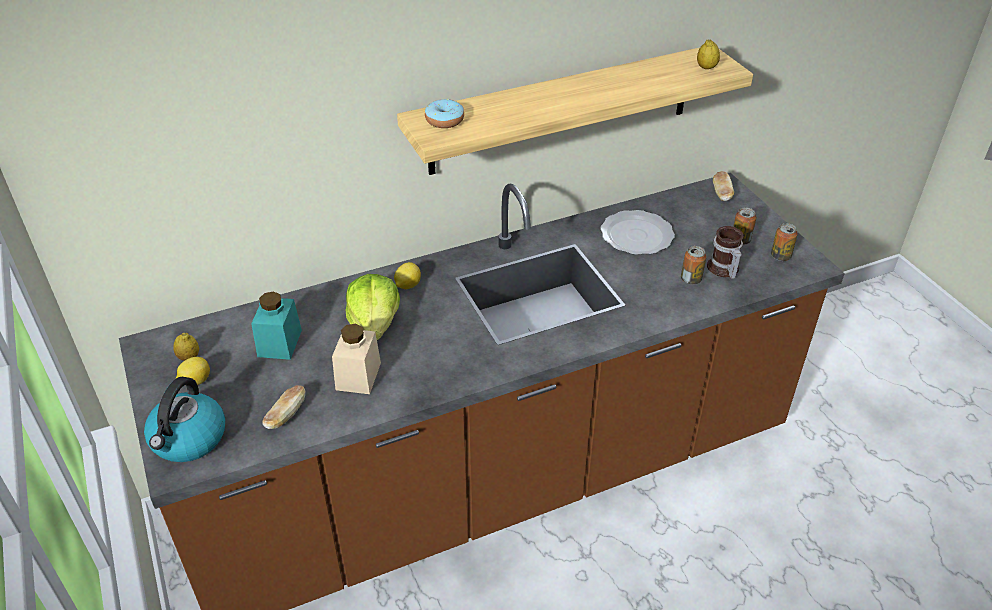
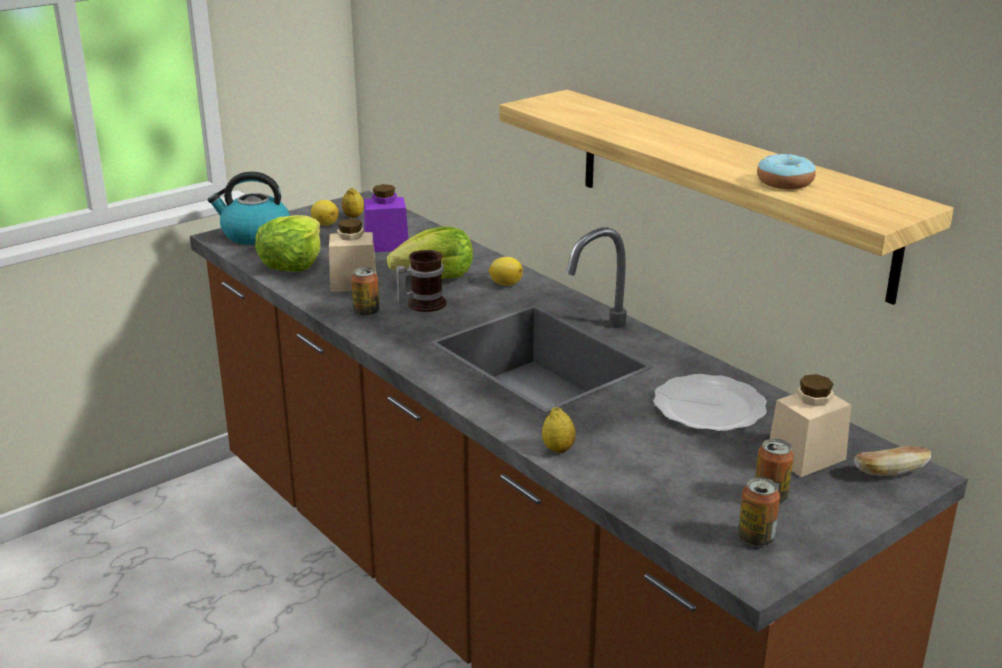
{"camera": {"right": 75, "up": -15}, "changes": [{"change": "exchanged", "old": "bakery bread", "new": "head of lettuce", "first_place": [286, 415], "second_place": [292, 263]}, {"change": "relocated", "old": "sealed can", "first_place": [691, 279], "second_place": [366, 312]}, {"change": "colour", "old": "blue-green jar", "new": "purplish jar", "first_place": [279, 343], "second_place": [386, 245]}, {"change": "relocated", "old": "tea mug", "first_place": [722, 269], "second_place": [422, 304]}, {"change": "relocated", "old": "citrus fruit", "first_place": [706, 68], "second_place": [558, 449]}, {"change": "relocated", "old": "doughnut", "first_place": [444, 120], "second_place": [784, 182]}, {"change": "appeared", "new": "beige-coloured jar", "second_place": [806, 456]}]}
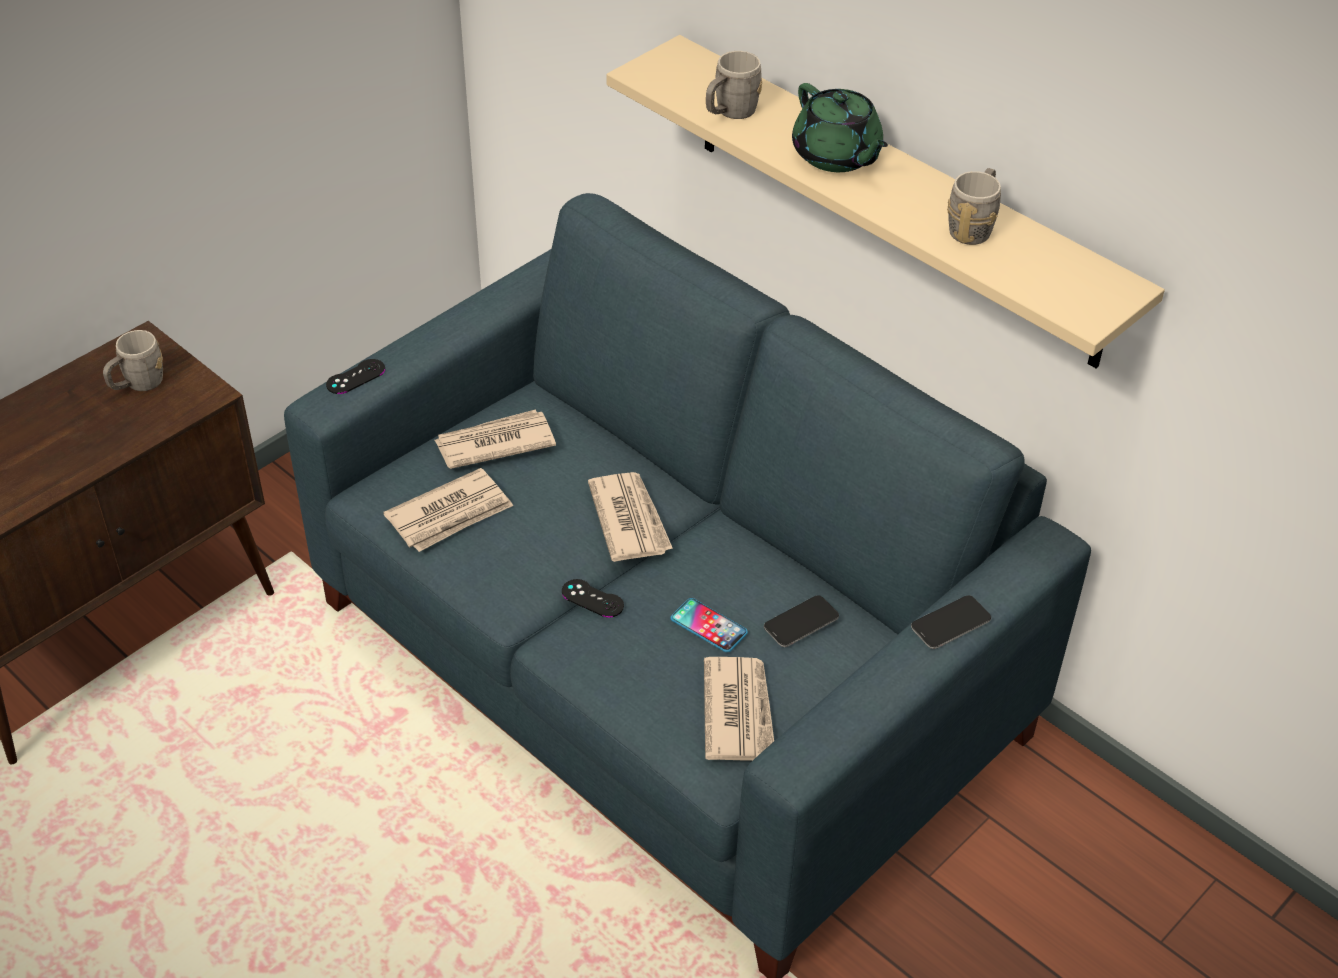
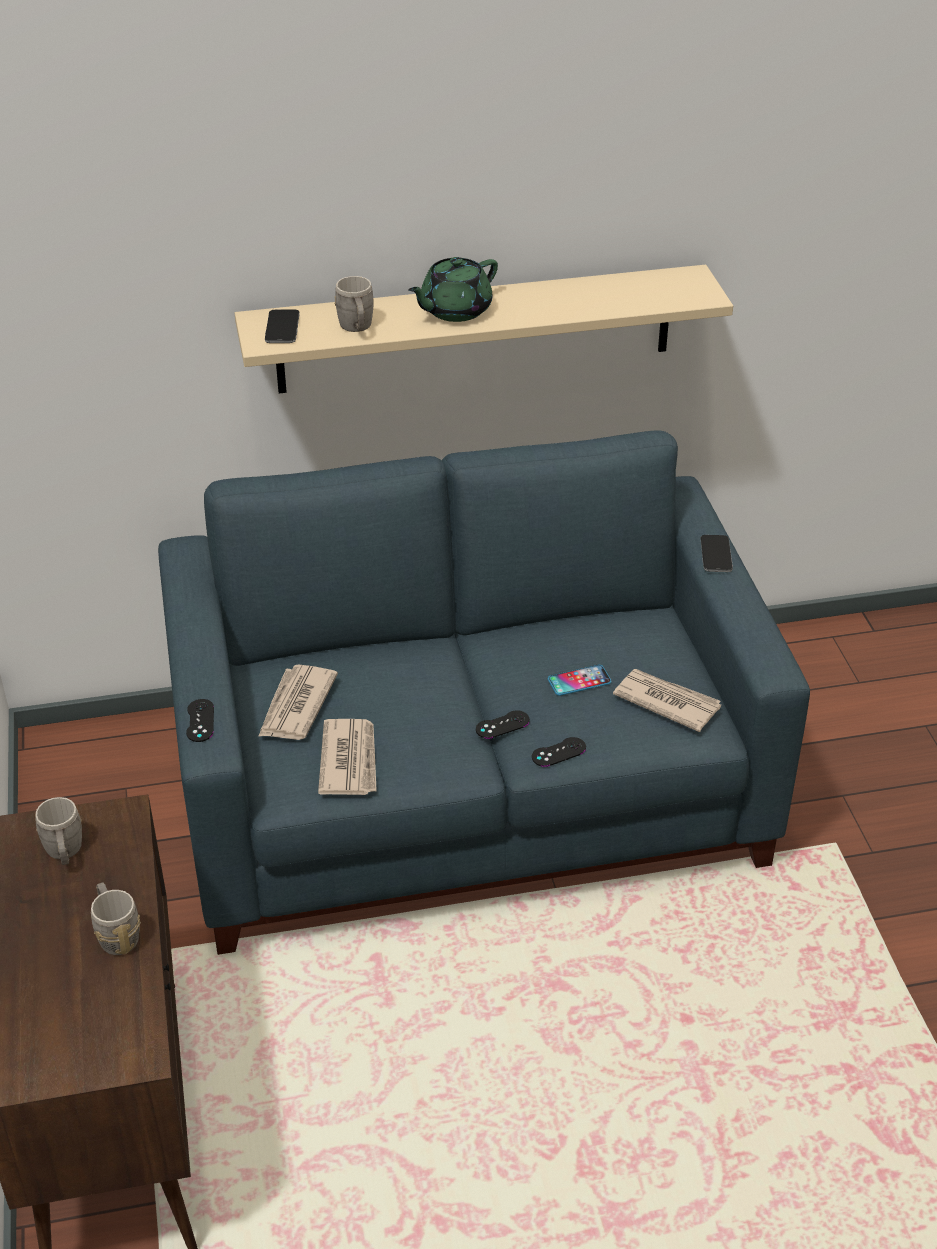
{"camera": {"right": -55, "up": -5}, "changes": [{"change": "relocated", "old": "grey tea mug", "first_place": [973, 227], "second_place": [116, 934]}, {"change": "relocated", "old": "phone", "first_place": [801, 622], "second_place": [282, 328]}, {"change": "spun", "old": "green-coloured tea pot", "first_place": [837, 156], "second_place": [454, 310], "degrees": 135}, {"change": "appeared", "new": "black joypad", "second_place": [558, 752]}, {"change": "missing", "old": "daily paper", "first_place": [629, 519]}]}
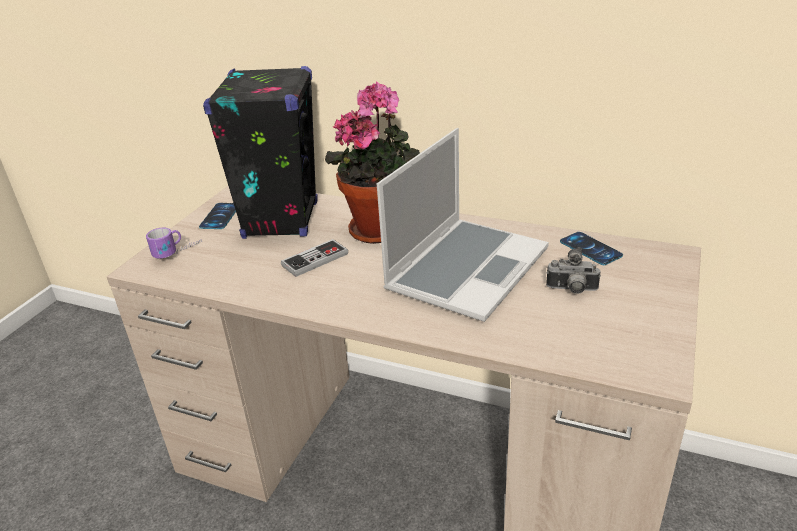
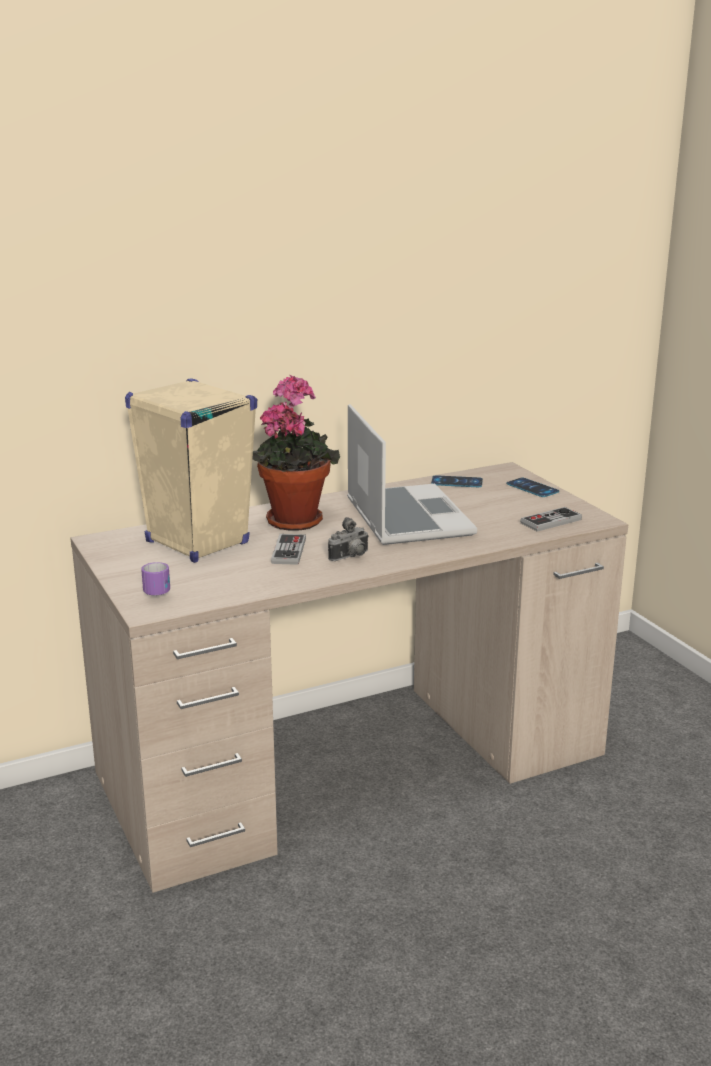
{"camera": {"right": -50, "up": -10}, "changes": [{"change": "colour", "old": "black loudspeaker", "new": "beige-coloured loudspeaker", "first_place": [281, 220], "second_place": [196, 542]}, {"change": "relocated", "old": "photo camera", "first_place": [572, 290], "second_place": [351, 557]}, {"change": "relocated", "old": "phone", "first_place": [220, 216], "second_place": [532, 488]}, {"change": "appeared", "new": "joypad", "second_place": [551, 521]}]}
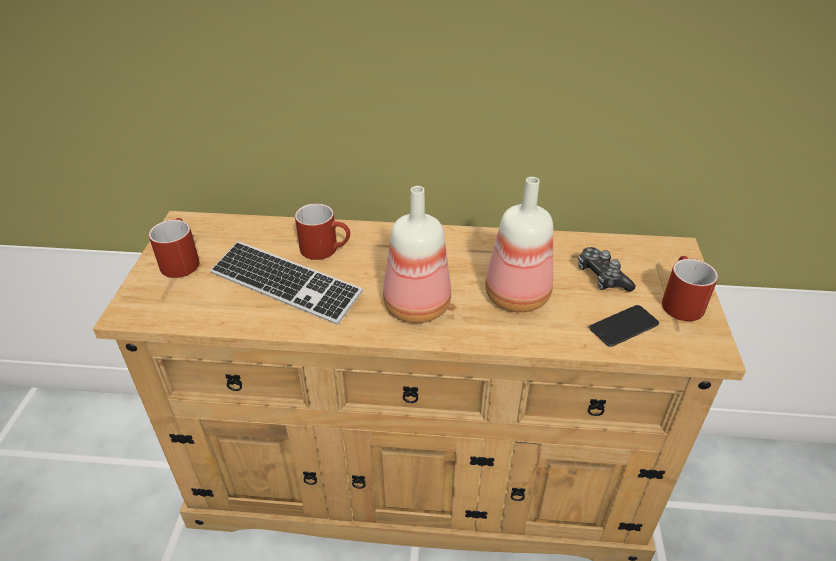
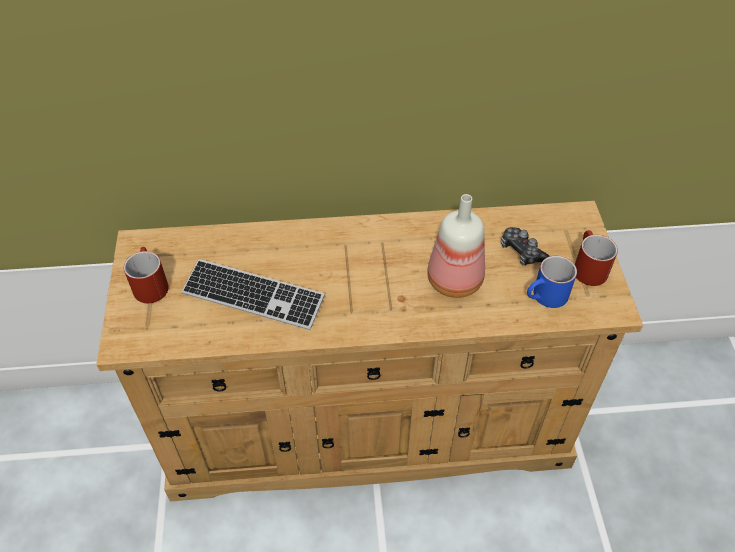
{"camera": {"right": -10, "up": 10}, "changes": [{"change": "exchanged", "old": "phone", "new": "blue-coloured tea mug", "first_place": [624, 326], "second_place": [545, 298]}, {"change": "missing", "old": "red-coloured tea mug", "first_place": [326, 249]}, {"change": "missing", "old": "drink bottle", "first_place": [417, 308]}]}
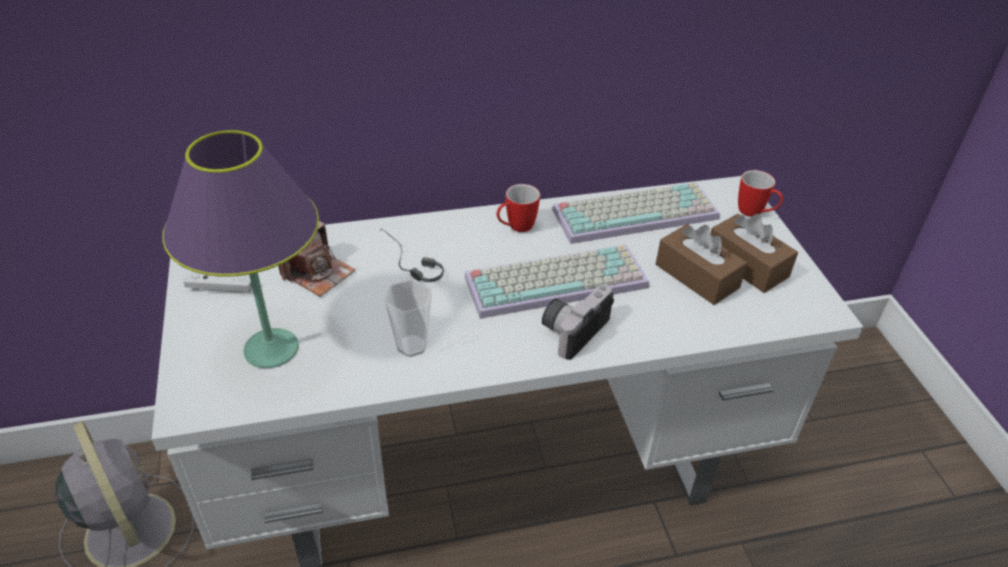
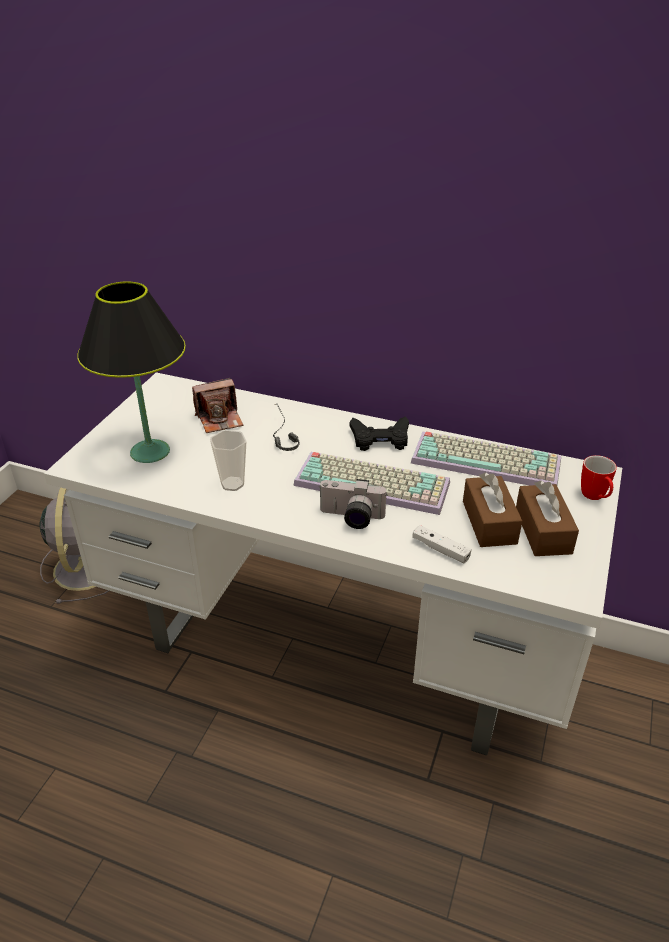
{"camera": {"right": 35, "up": -5}, "changes": [{"change": "colour", "old": "purplish tabletop lamp", "new": "black tabletop lamp", "first_place": [270, 348], "second_place": [149, 451]}, {"change": "spun", "old": "photo camera", "first_place": [573, 329], "second_place": [351, 518], "degrees": -150}, {"change": "exchanged", "old": "tea mug", "new": "black joypad", "first_place": [515, 228], "second_place": [380, 438]}, {"change": "relocated", "old": "white-coloured joypad", "first_place": [220, 288], "second_place": [440, 549]}]}
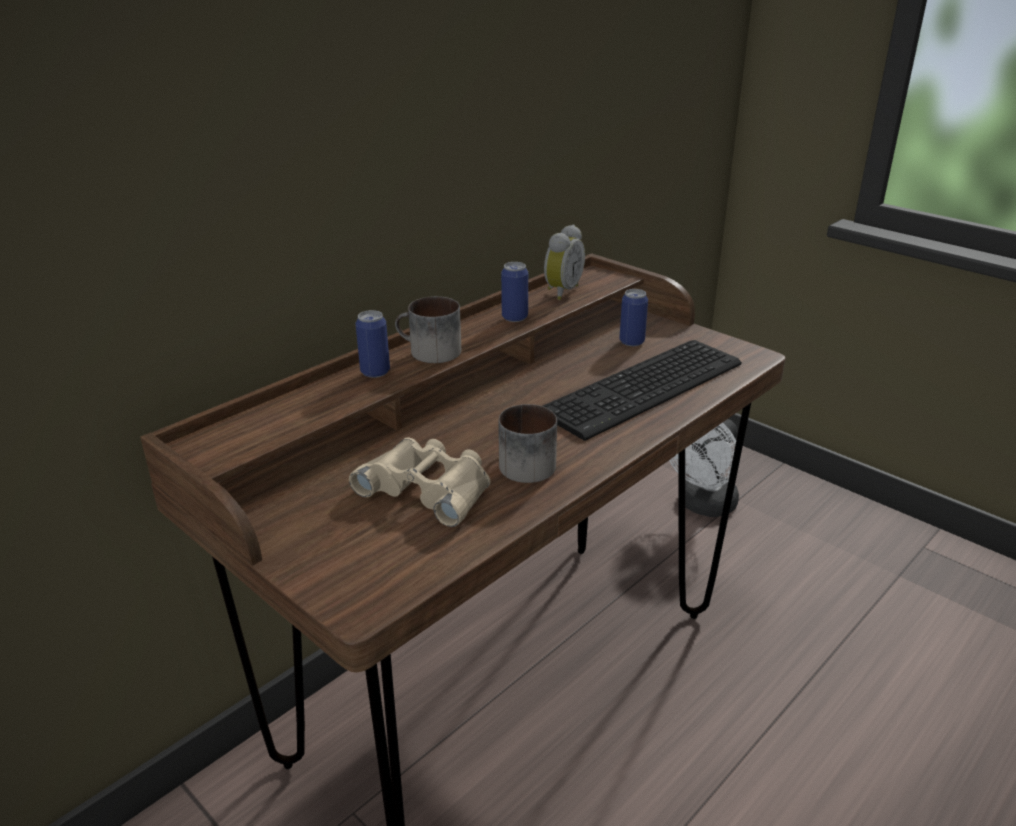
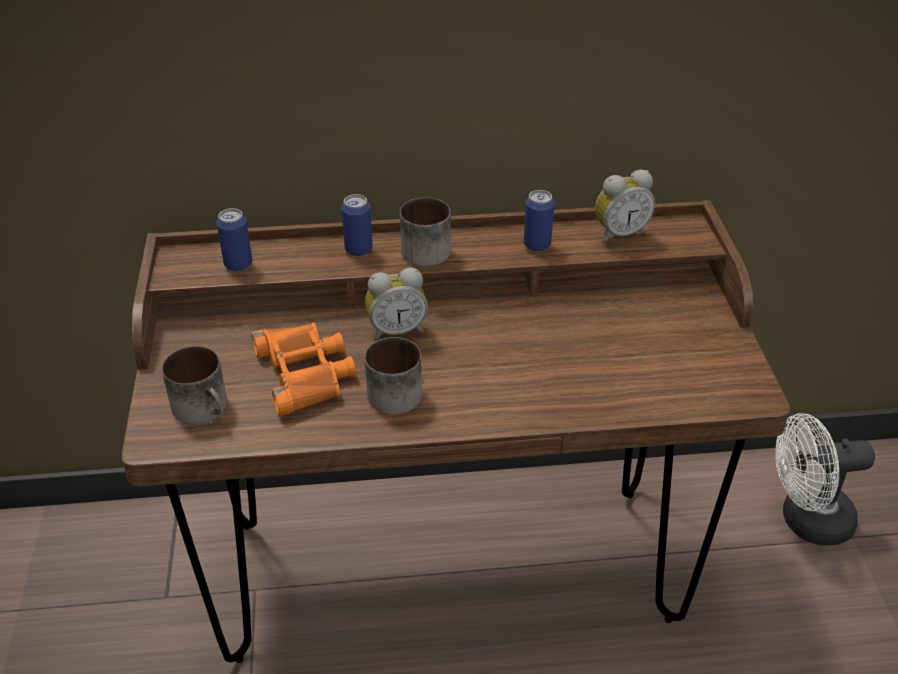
{"camera": {"right": 40, "up": 10}, "changes": [{"change": "appeared", "new": "tea mug", "second_place": [206, 408]}, {"change": "relocated", "old": "sealed can", "first_place": [631, 342], "second_place": [238, 264]}, {"change": "colour", "old": "beige-coloured field glasses", "new": "orange-coloured field glasses", "first_place": [428, 488], "second_place": [305, 373]}, {"change": "appeared", "new": "bedside clock", "second_place": [396, 331]}, {"change": "missing", "old": "keyboard", "first_place": [647, 388]}]}
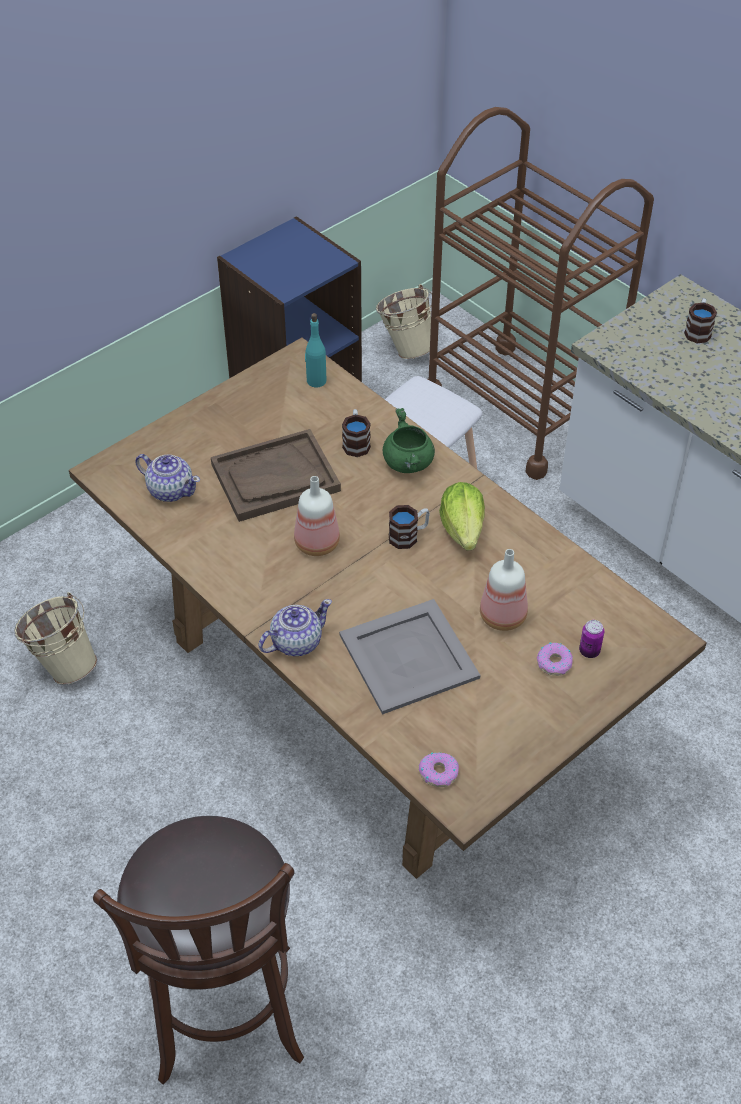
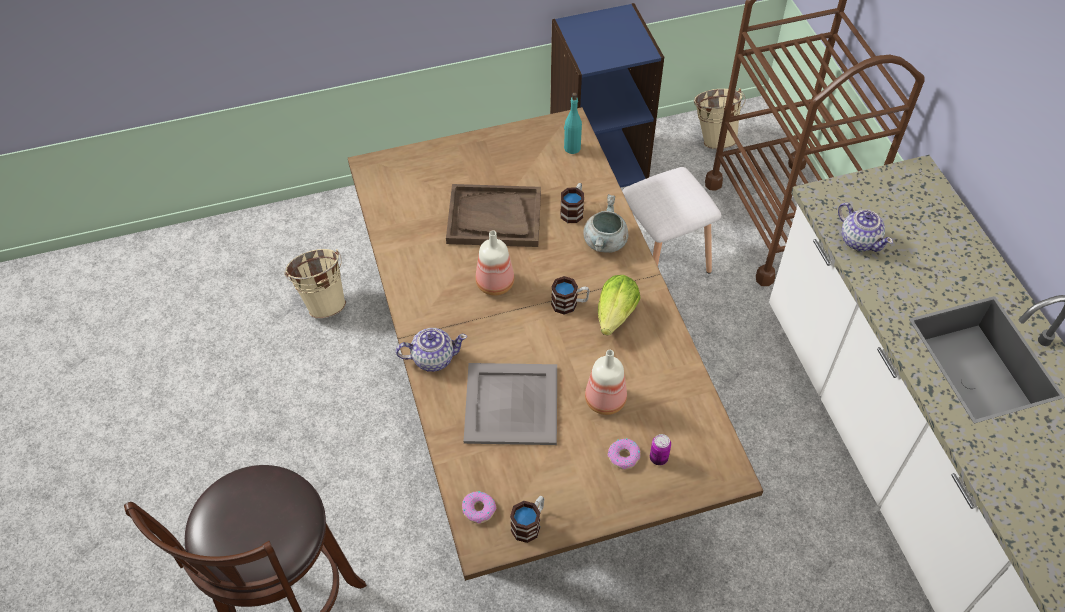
{"camera": {"right": 25, "up": 5}, "changes": [{"change": "relocated", "old": "tea mug", "first_place": [698, 330], "second_place": [529, 523]}, {"change": "colour", "old": "green-coloured stockpot", "new": "grey stockpot", "first_place": [409, 463], "second_place": [605, 243]}, {"change": "relocated", "old": "tea pot", "first_place": [170, 490], "second_place": [859, 240]}]}
